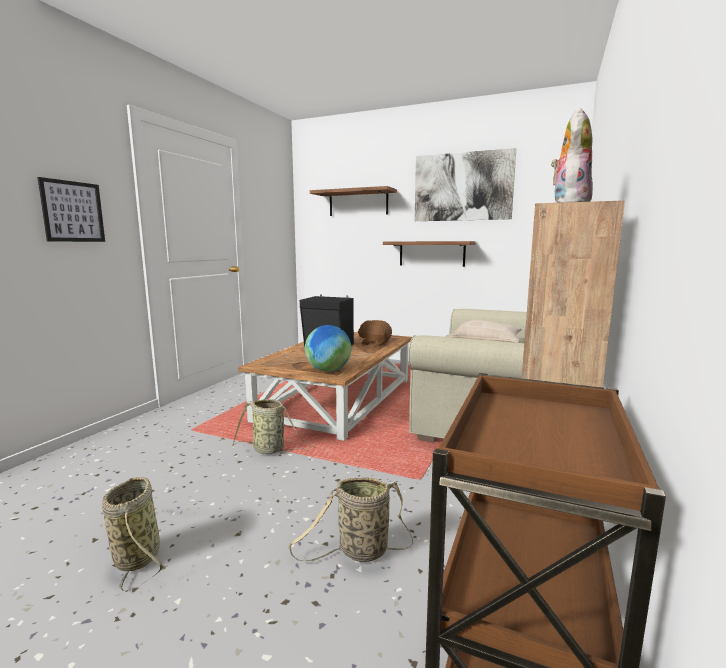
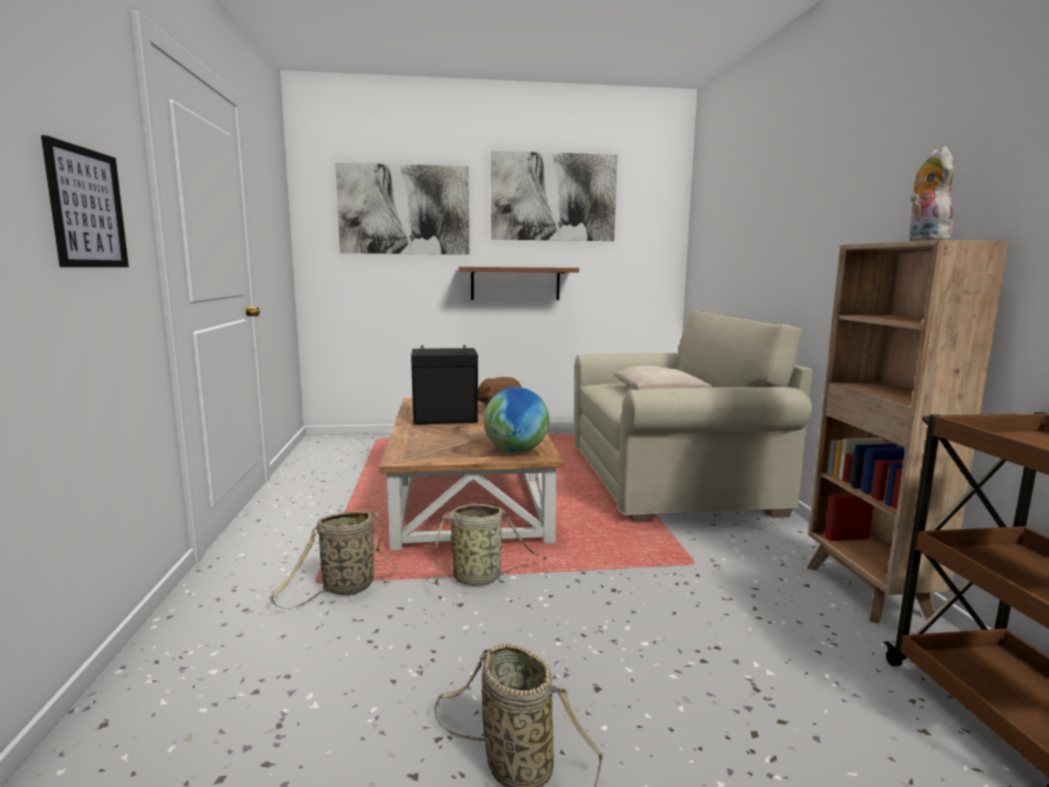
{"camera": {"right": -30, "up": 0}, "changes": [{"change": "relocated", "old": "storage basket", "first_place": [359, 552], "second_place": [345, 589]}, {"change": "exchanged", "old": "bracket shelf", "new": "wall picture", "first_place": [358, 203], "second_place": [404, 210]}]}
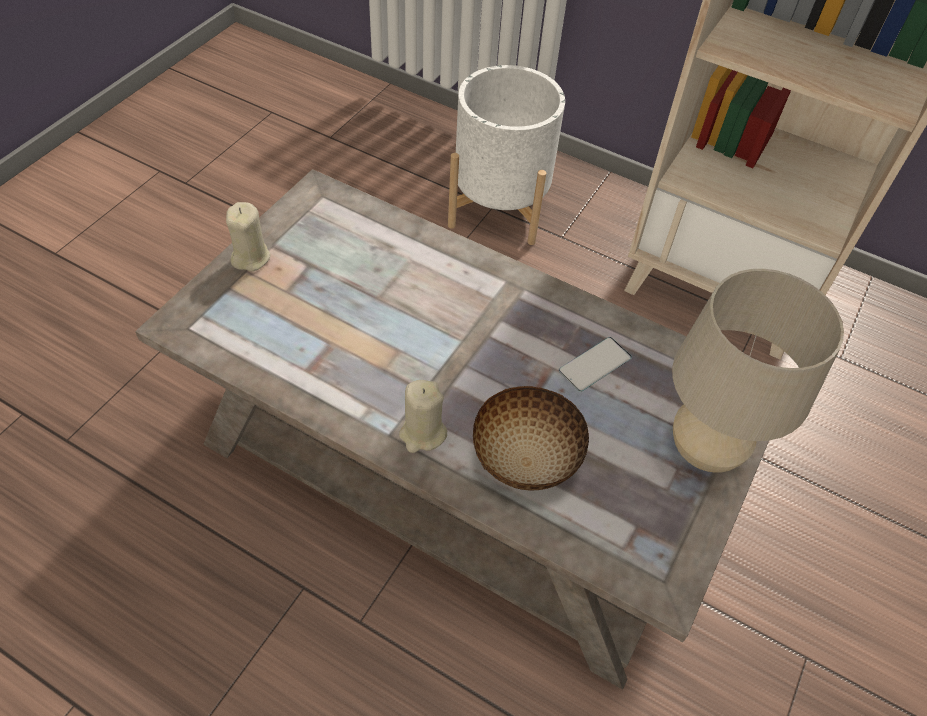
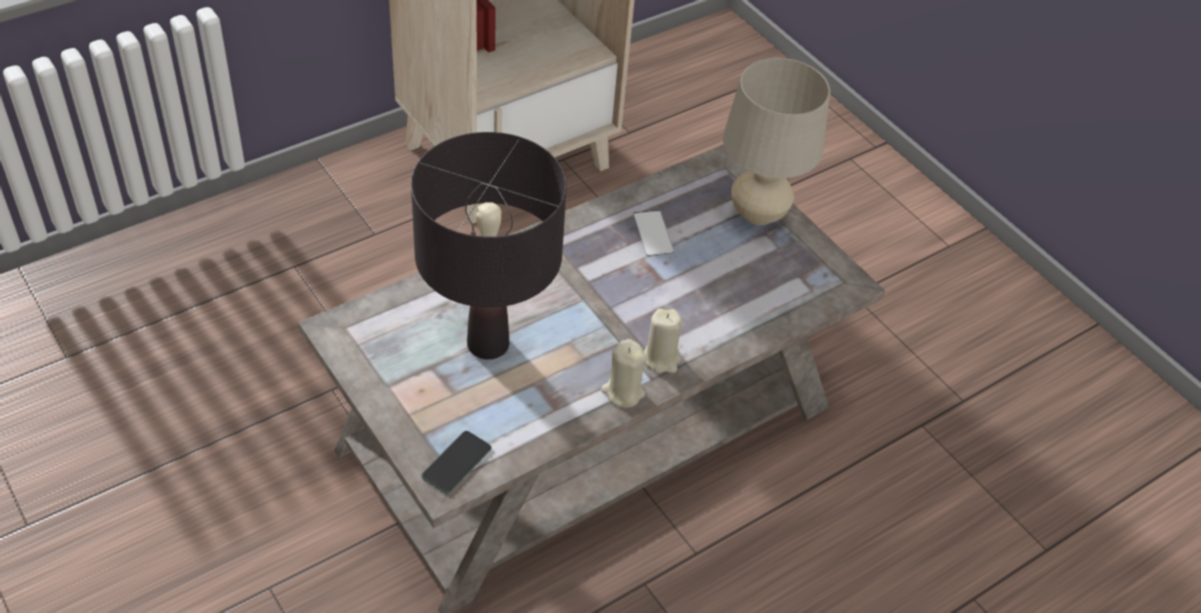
{"camera": {"right": -65, "up": -5}, "changes": [{"change": "appeared", "new": "black tabletop lamp", "second_place": [488, 344]}, {"change": "appeared", "new": "phone", "second_place": [456, 462]}, {"change": "relocated", "old": "beige-coloured wax light", "first_place": [250, 257], "second_place": [623, 392]}, {"change": "missing", "old": "white-coloured plant pot", "first_place": [499, 207]}, {"change": "missing", "old": "bowl", "first_place": [525, 459]}]}
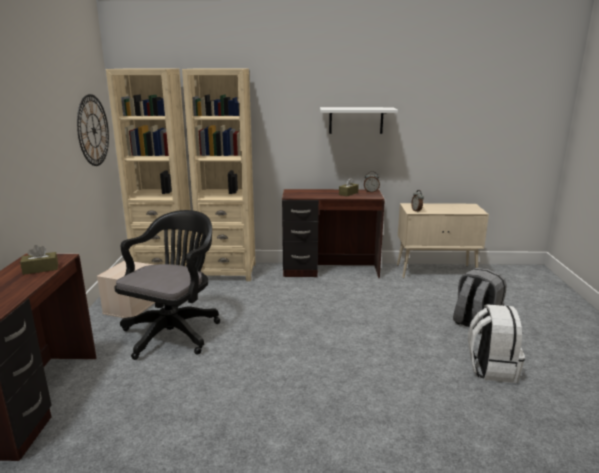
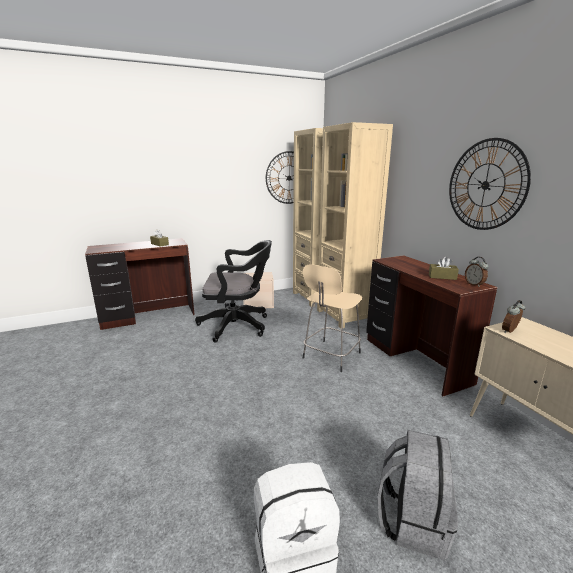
{"camera": {"right": 65, "up": 0}, "changes": [{"change": "appeared", "new": "beige-coloured stool seat", "second_place": [330, 356]}, {"change": "exchanged", "old": "white-coloured bracket shelf", "new": "wall clock", "first_place": [356, 120], "second_place": [485, 185]}]}
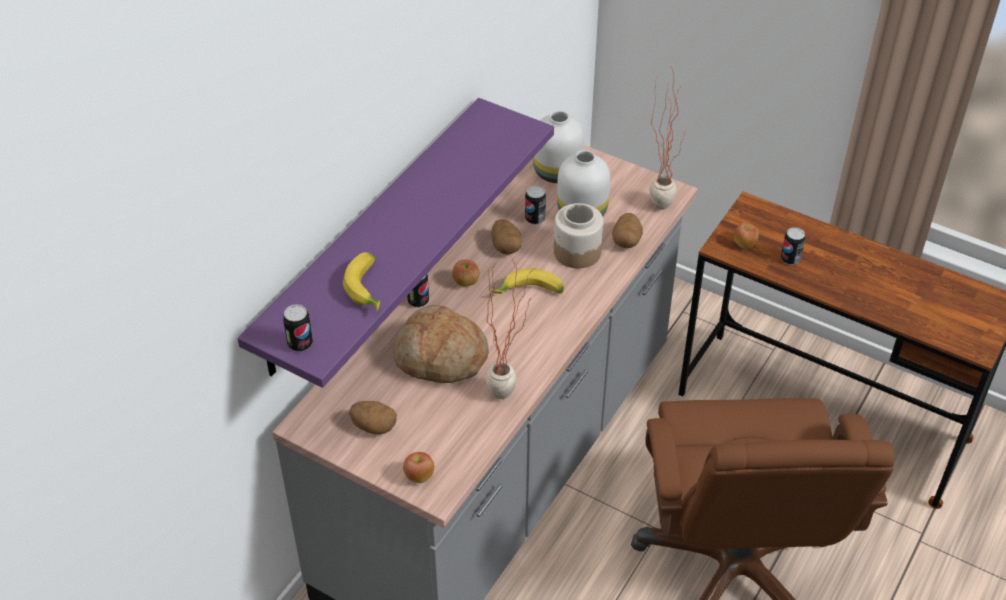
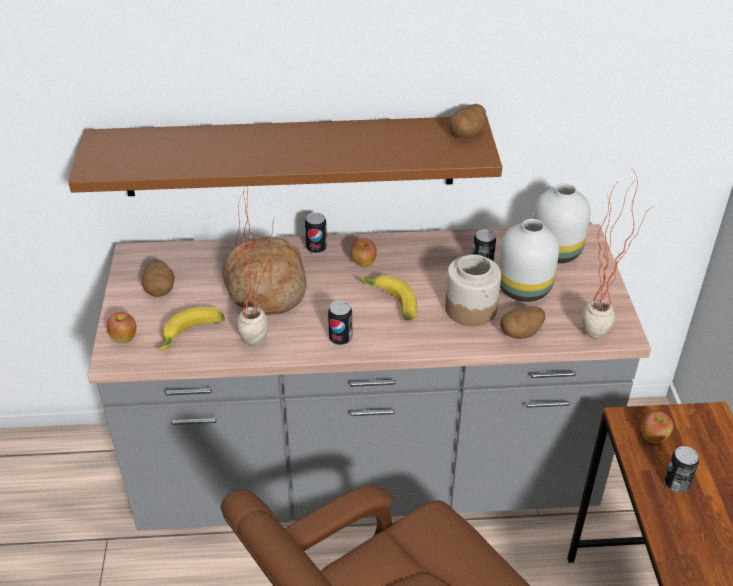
{"camera": {"right": 55, "up": -5}, "changes": [{"change": "colour", "old": "purplish bracket shelf", "new": "brownish bracket shelf", "first_place": [371, 236], "second_place": [289, 156]}, {"change": "relocated", "old": "banana fruit", "first_place": [369, 288], "second_place": [192, 335]}, {"change": "relocated", "old": "sealed can", "first_place": [300, 344], "second_place": [340, 338]}, {"change": "relocated", "old": "whole potato", "first_place": [506, 246], "second_place": [467, 133]}]}
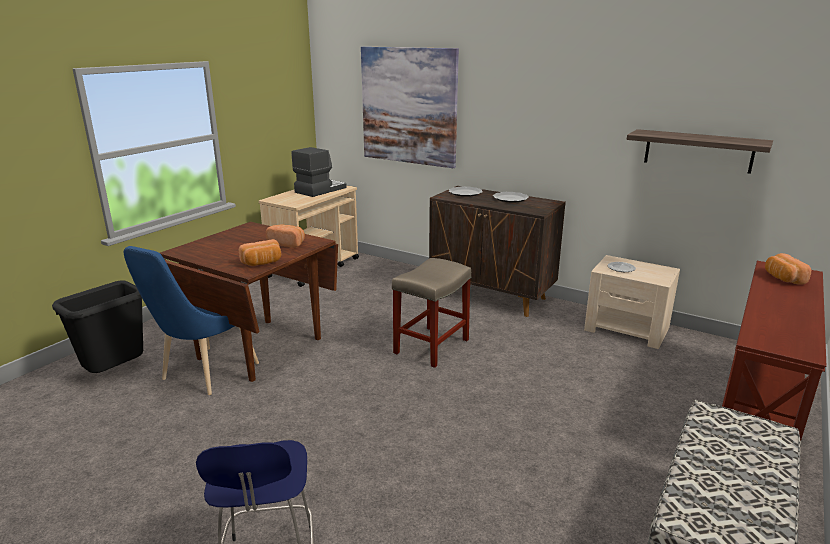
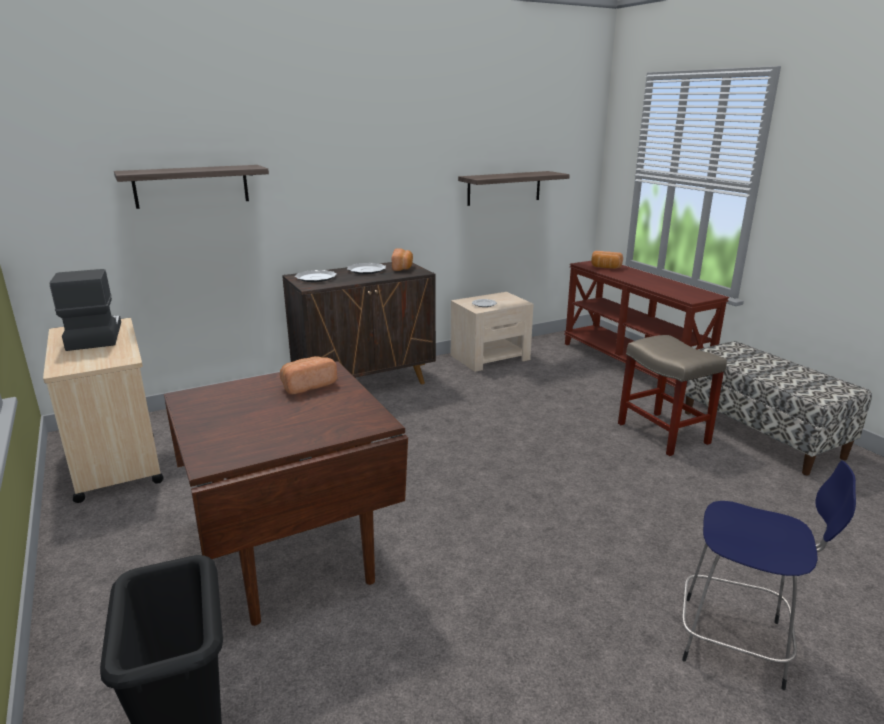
{"camera": {"right": -60, "up": 0}, "changes": [{"change": "exchanged", "old": "wall picture", "new": "bracket shelf", "first_place": [409, 106], "second_place": [191, 186]}, {"change": "relocated", "old": "bakery bread", "first_place": [262, 263], "second_place": [402, 268]}, {"change": "relocated", "old": "beige-coloured stool seat", "first_place": [431, 347], "second_place": [664, 434]}, {"change": "missing", "old": "blue-coloured upright chair", "first_place": [205, 374]}]}
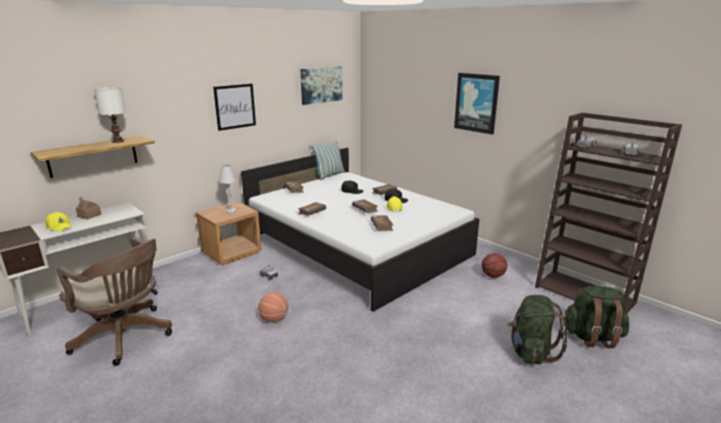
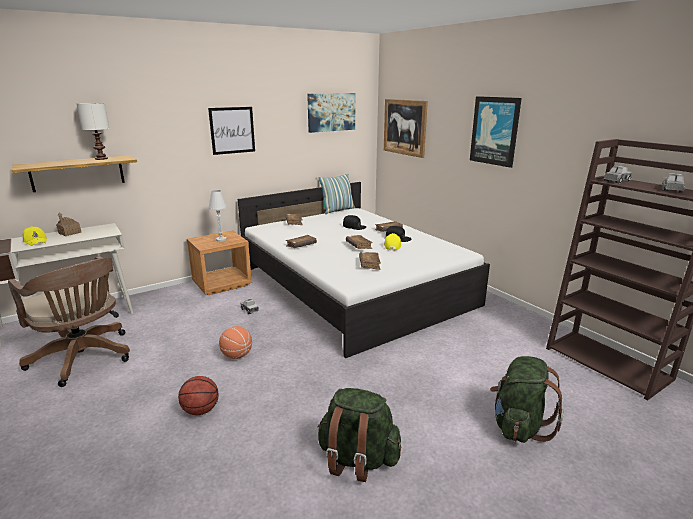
{"camera": {"right": 10, "up": 0}, "changes": [{"change": "relocated", "old": "basketball", "first_place": [492, 276], "second_place": [200, 410]}, {"change": "relocated", "old": "green-coloured rucksack", "first_place": [592, 337], "second_place": [357, 459]}, {"change": "appeared", "new": "wall picture", "second_place": [404, 127]}]}
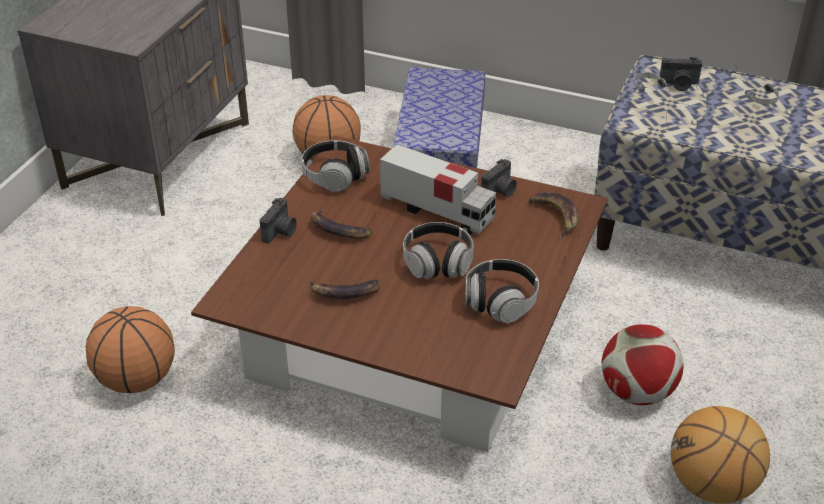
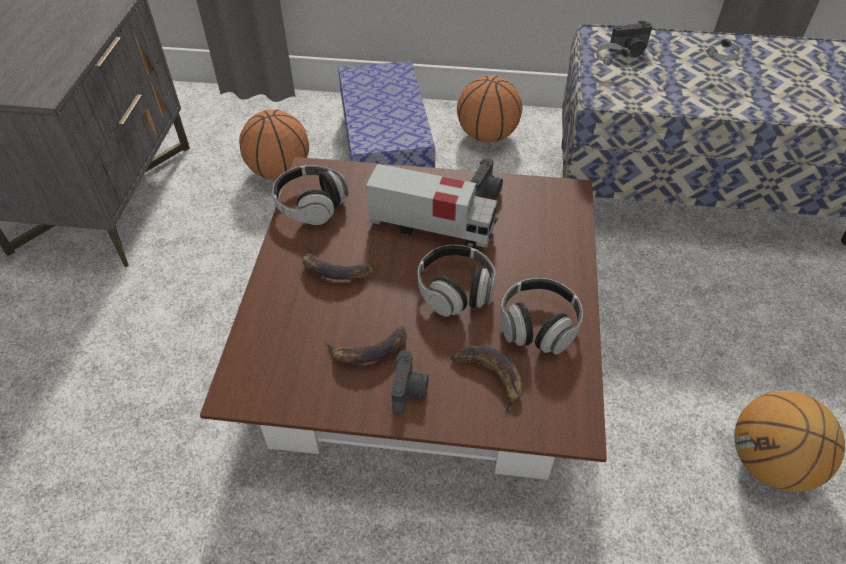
{"camera": {"right": -15, "up": 10}, "changes": [{"change": "relocated", "old": "photo camera", "first_place": [280, 232], "second_place": [410, 391]}, {"change": "relocated", "old": "banana fruit", "first_place": [555, 217], "second_place": [490, 377]}, {"change": "relocated", "old": "basketball", "first_place": [137, 380], "second_place": [487, 135]}, {"change": "missing", "old": "football ball", "first_place": [637, 392]}]}
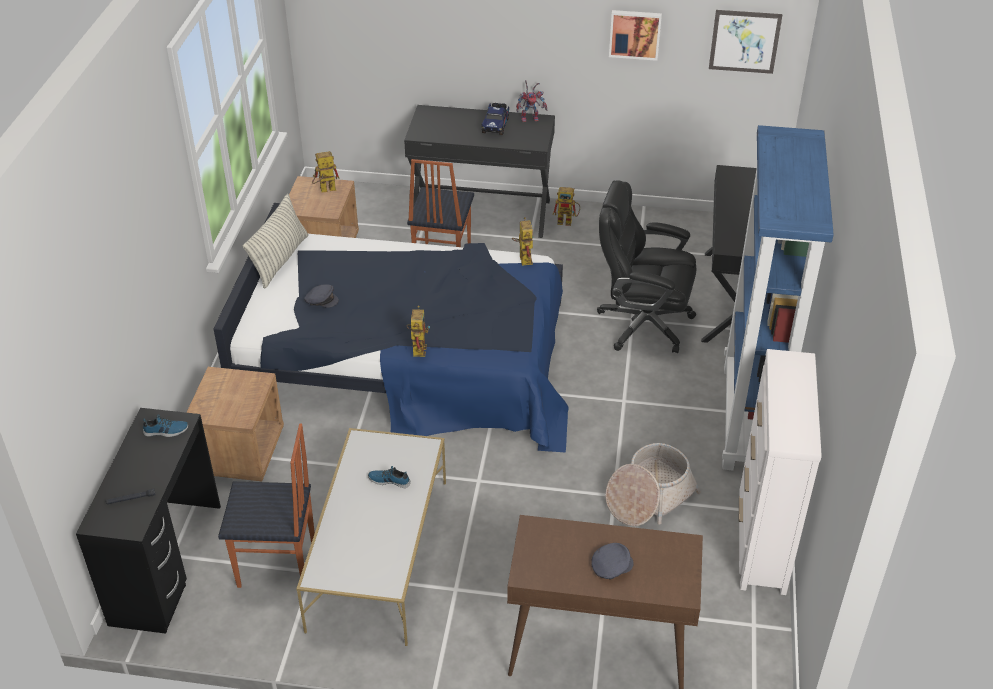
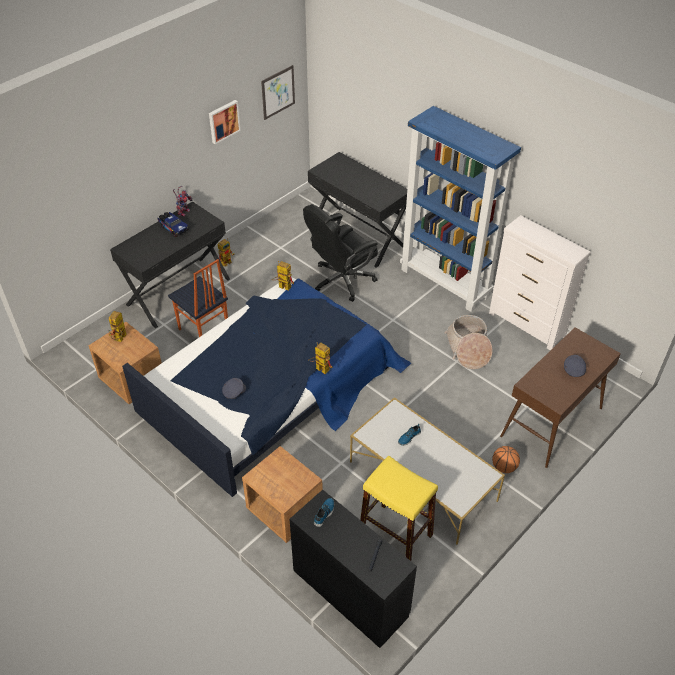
{"camera": {"right": -55, "up": 5}, "changes": [{"change": "exchanged", "old": "upright chair", "new": "yellow stool seat", "first_place": [277, 565], "second_place": [395, 534]}, {"change": "appeared", "new": "basketball", "second_place": [504, 467]}, {"change": "missing", "old": "cushion", "first_place": [280, 260]}]}
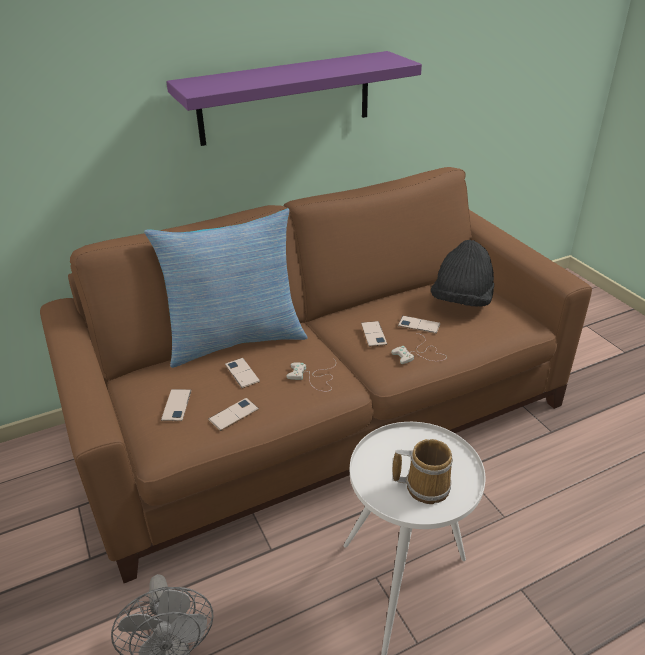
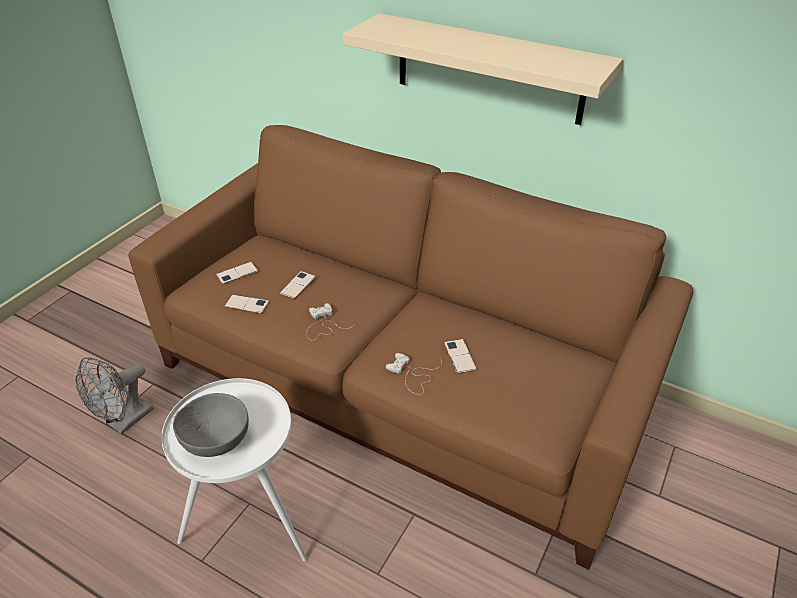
{"camera": {"right": 55, "up": 5}, "changes": [{"change": "exchanged", "old": "tea mug", "new": "grey bowl", "first_place": [424, 485], "second_place": [215, 439]}, {"change": "colour", "old": "purplish bracket shelf", "new": "beige-coloured bracket shelf", "first_place": [285, 98], "second_place": [489, 69]}, {"change": "missing", "old": "cushion", "first_place": [235, 339]}, {"change": "missing", "old": "phone", "first_place": [373, 334]}, {"change": "missing", "old": "black clothing hat", "first_place": [461, 301]}]}
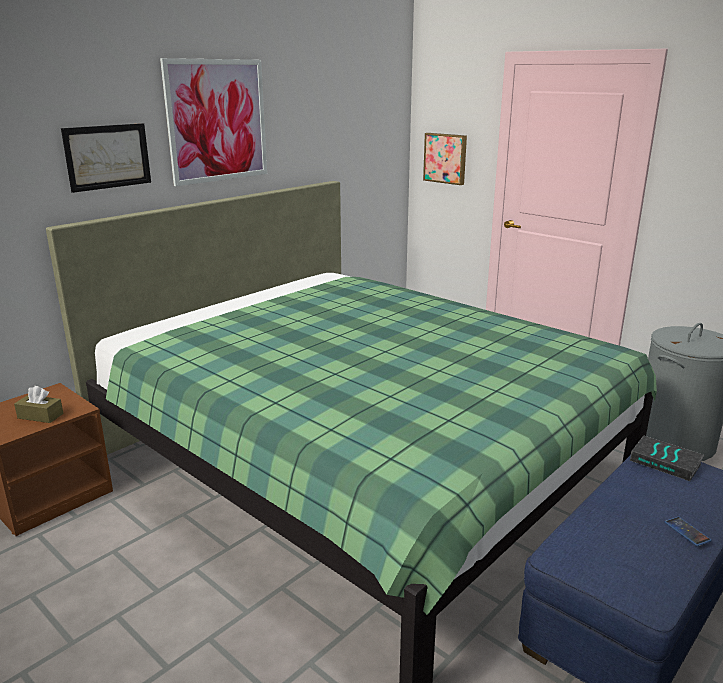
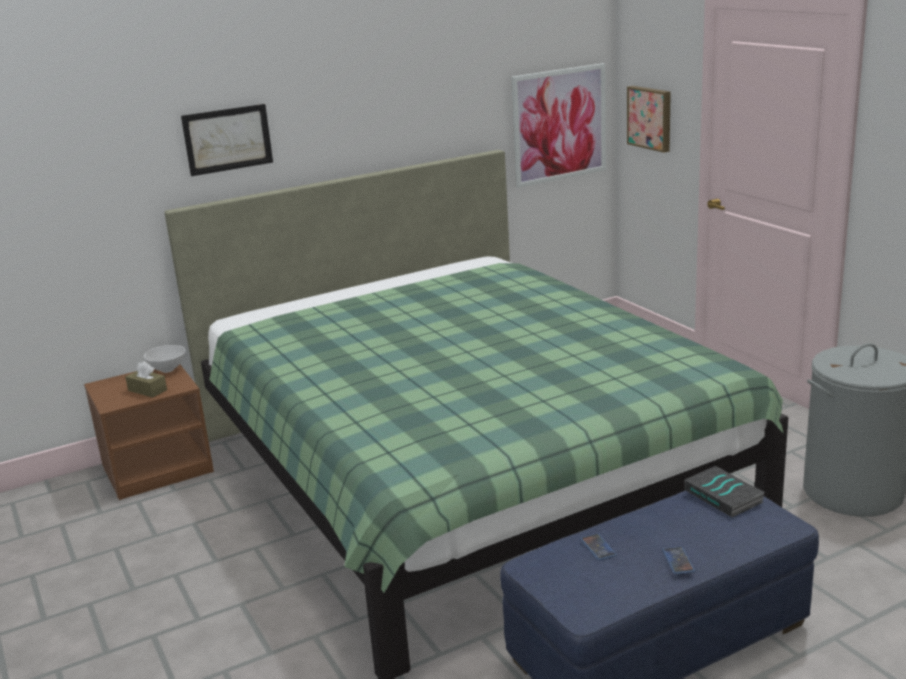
{"camera": {"right": 20, "up": 0}, "changes": [{"change": "appeared", "new": "white-coloured bowl", "second_place": [168, 370]}, {"change": "relocated", "old": "wall picture", "first_place": [217, 121], "second_place": [559, 125]}, {"change": "appeared", "new": "phone", "second_place": [598, 547]}]}
